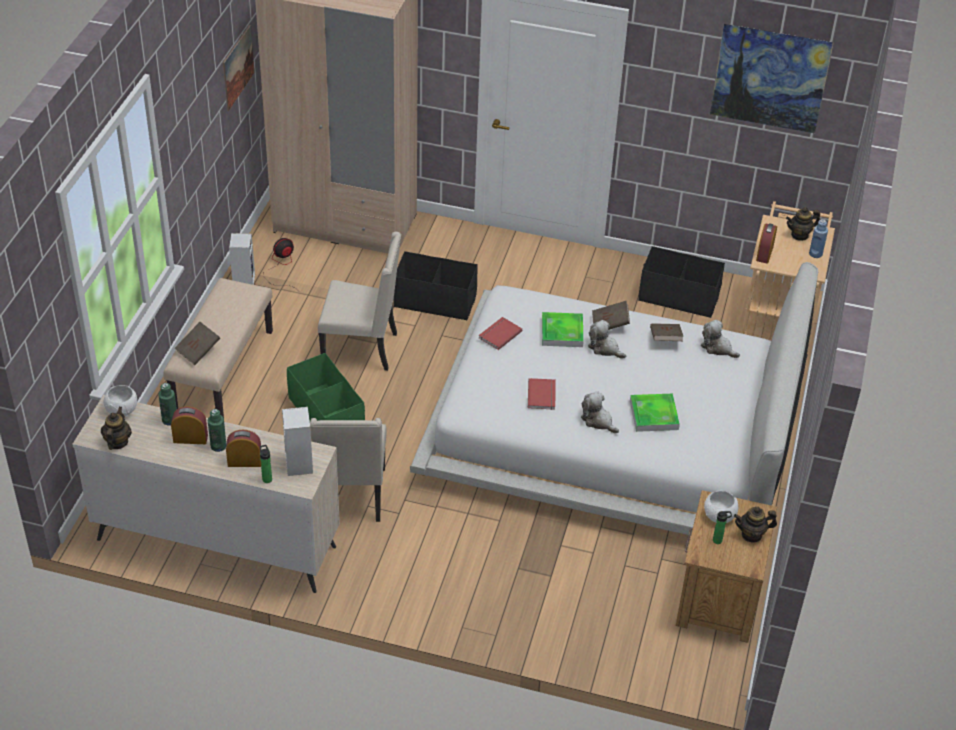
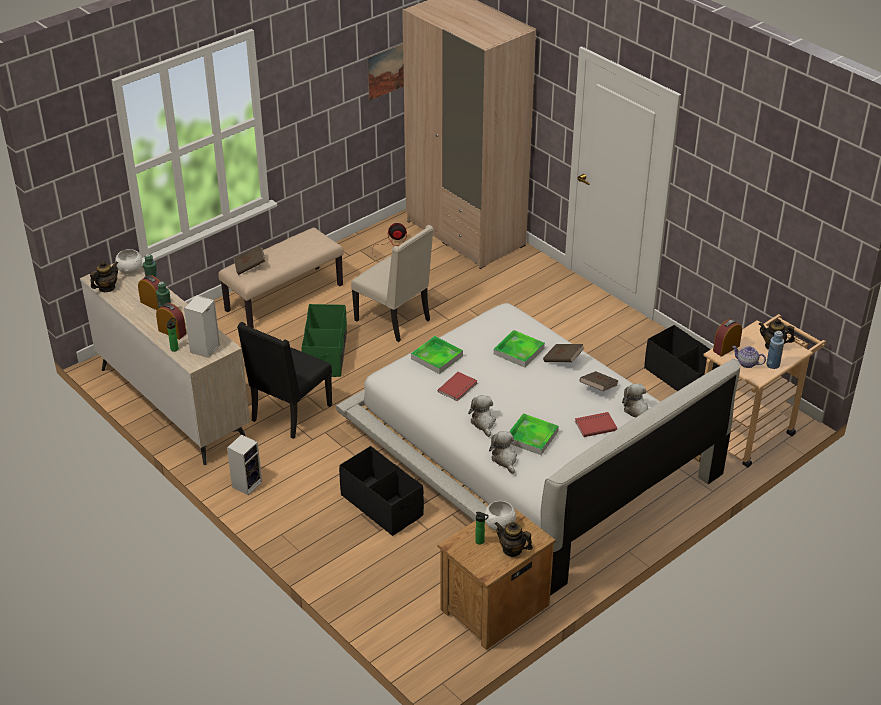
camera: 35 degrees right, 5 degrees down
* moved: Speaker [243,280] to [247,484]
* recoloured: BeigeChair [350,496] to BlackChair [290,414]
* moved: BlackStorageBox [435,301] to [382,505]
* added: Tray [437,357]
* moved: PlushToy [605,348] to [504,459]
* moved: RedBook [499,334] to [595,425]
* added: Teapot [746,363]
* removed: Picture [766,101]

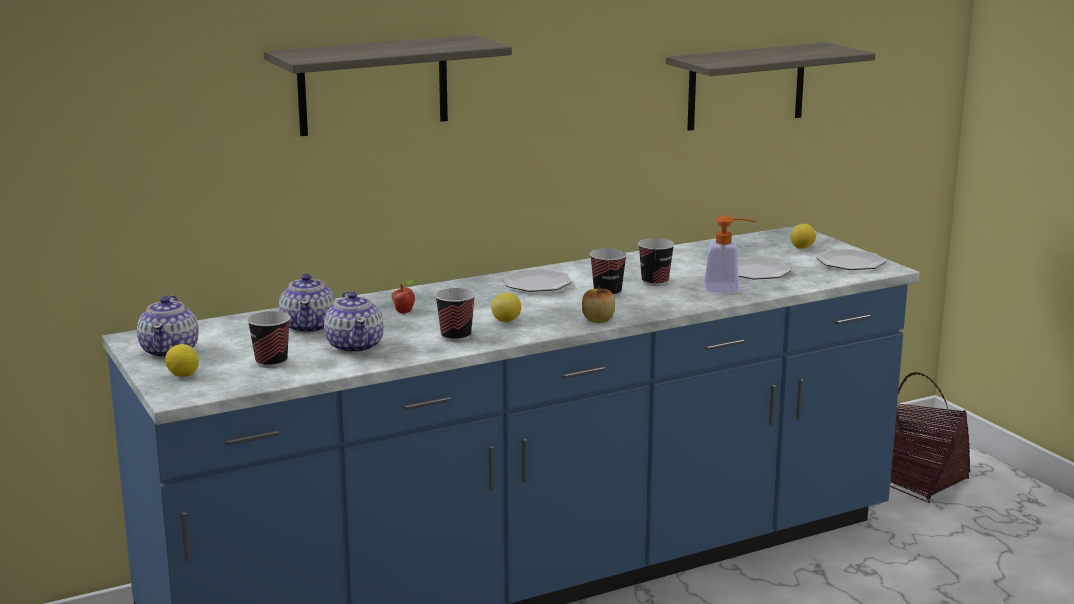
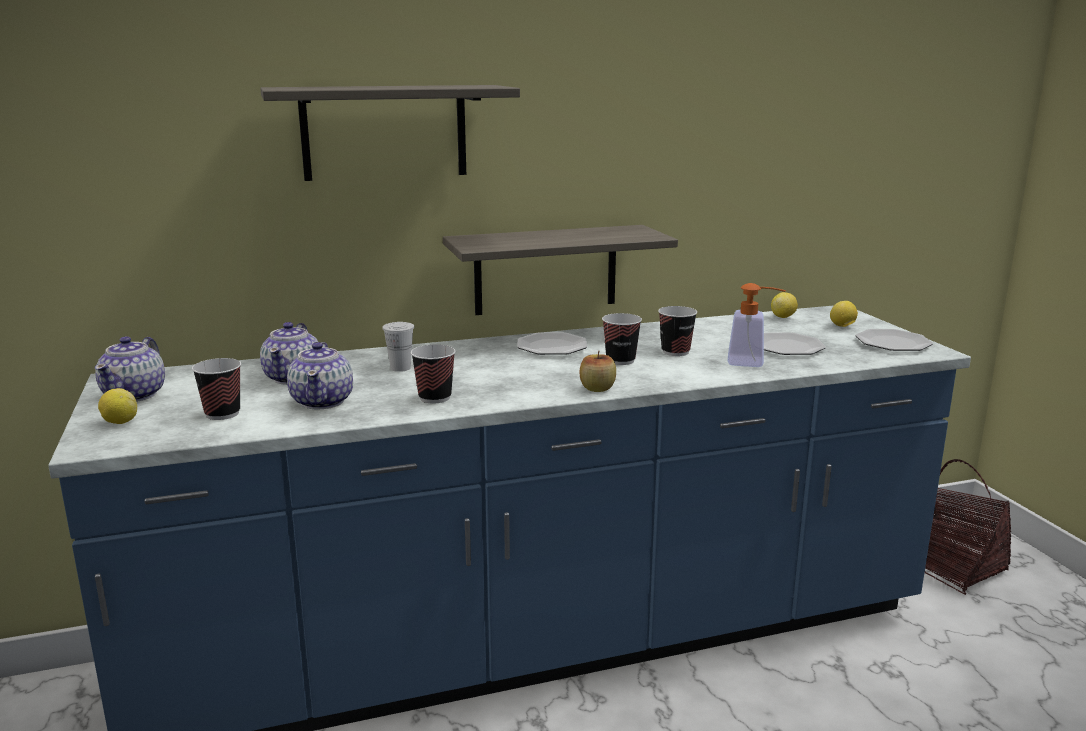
camera: 10 degrees right, 0 degrees up
* replaced: Apple [404,312] to WhiteCup [400,368]
* moved: Shelf [746,86] to [546,269]
* moved: Lemon [506,321] to [783,317]

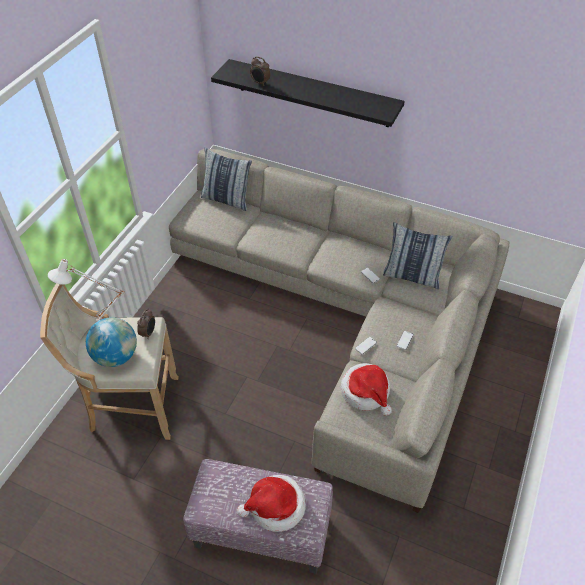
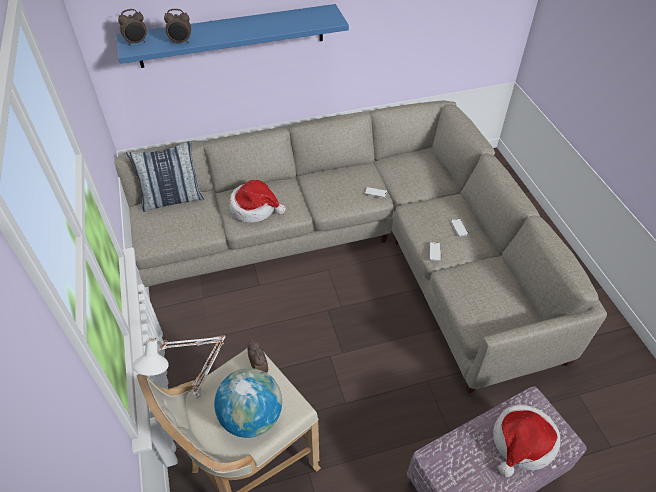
camera: 40 degrees left, 0 degrees up
* recoloured: BlackShelf [313,93] to BlueShelf [232,36]
* added: AlarmClock [137,42]
* moved: Hat [366,392] to [254,208]
* removed: Pillow [412,276]

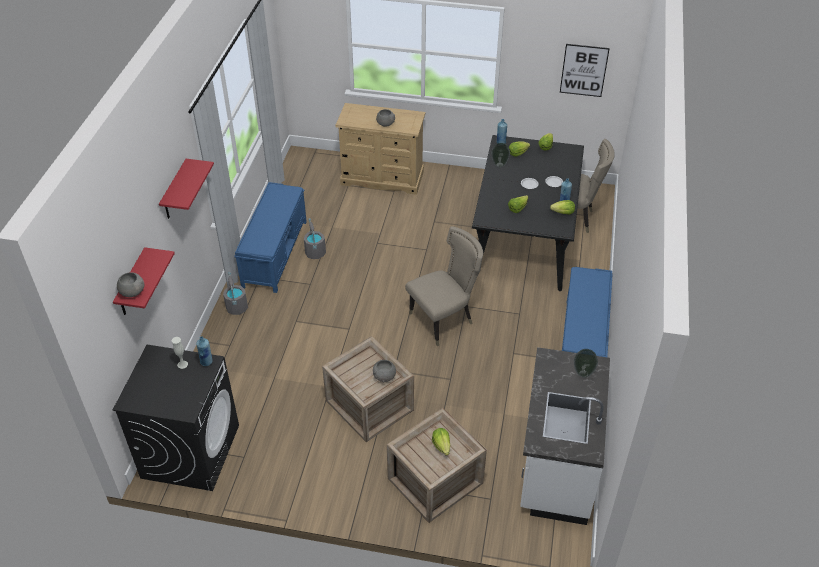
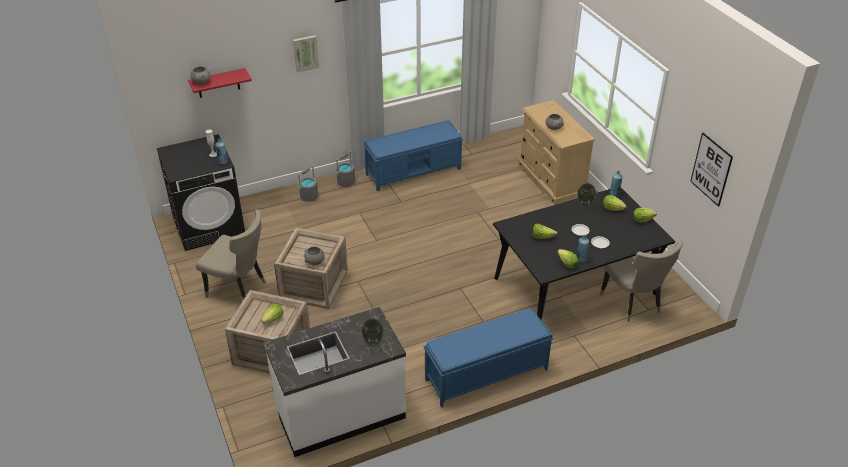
camera: 55 degrees right, 5 degrees down
* moved: BeigeChair [444,320] to [239,288]
* replaced: RedShelf [175,191] to Picture [305,53]
* moved: GreyBucket [315,252] to [309,196]

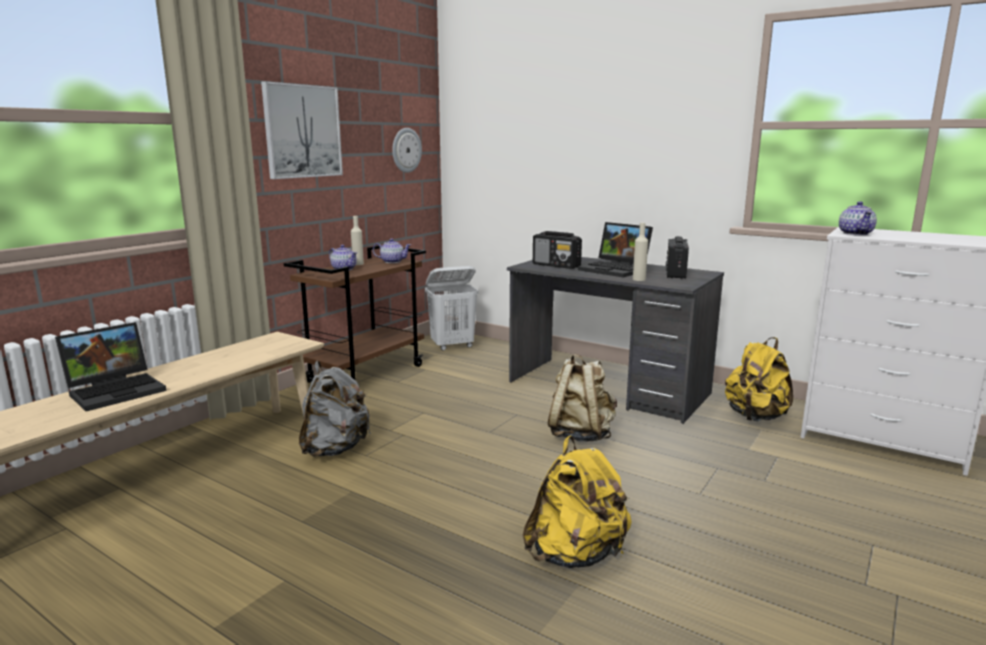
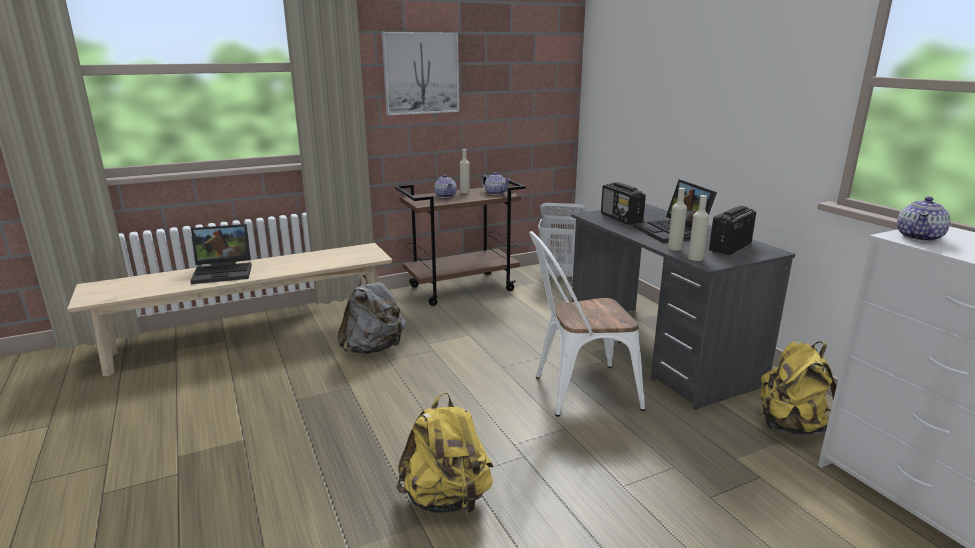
camera: 30 degrees right, 5 degrees up
* replaced: BeigeBackpack [580,434] to WhiteChair [577,392]
* added: BeigeBottle [695,258]
* removed: WallClock [406,150]

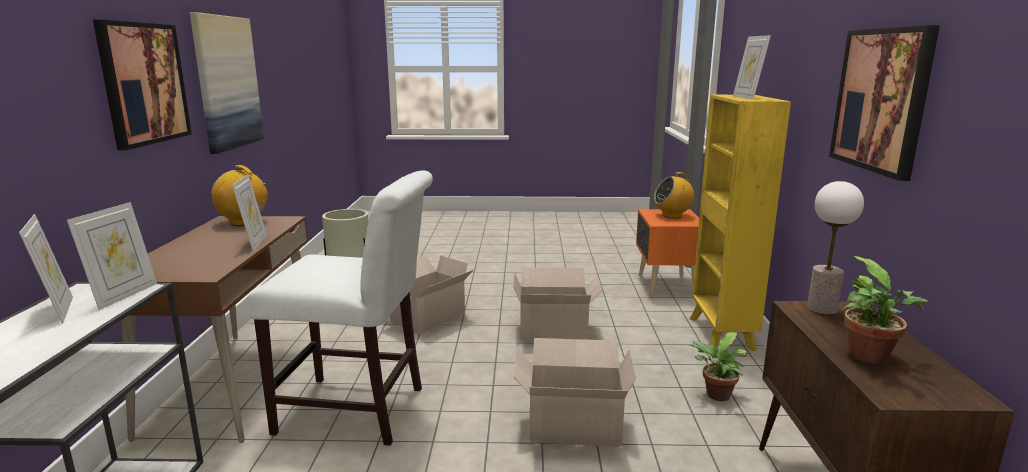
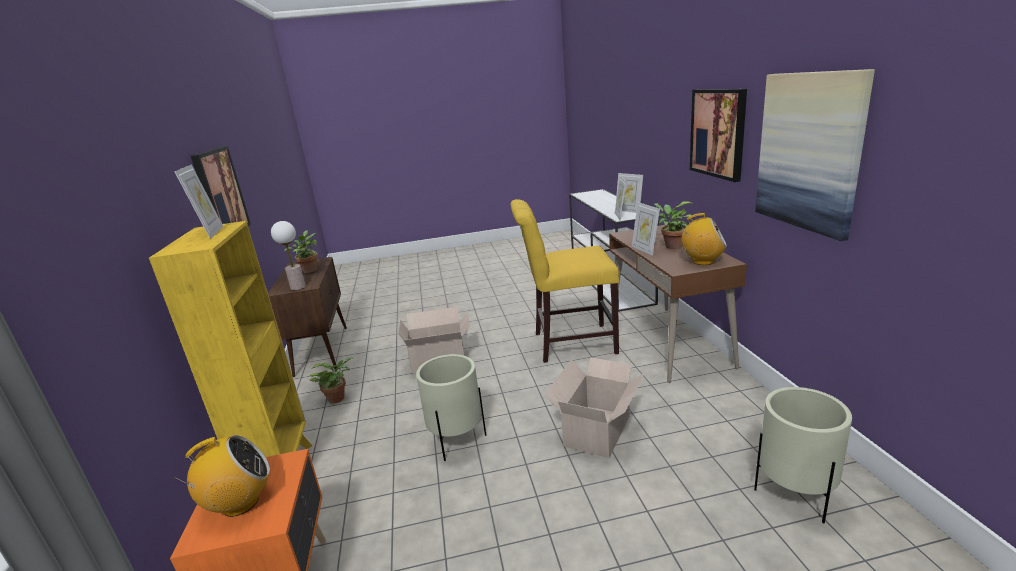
camera: 170 degrees right, 5 degrees up
* replaced: CardboardBox [555,330] to BeigePlanter [457,441]
* recoloured: WhiteChair [359,411] to YellowChair [569,343]
* added: PottedPlant [671,246]

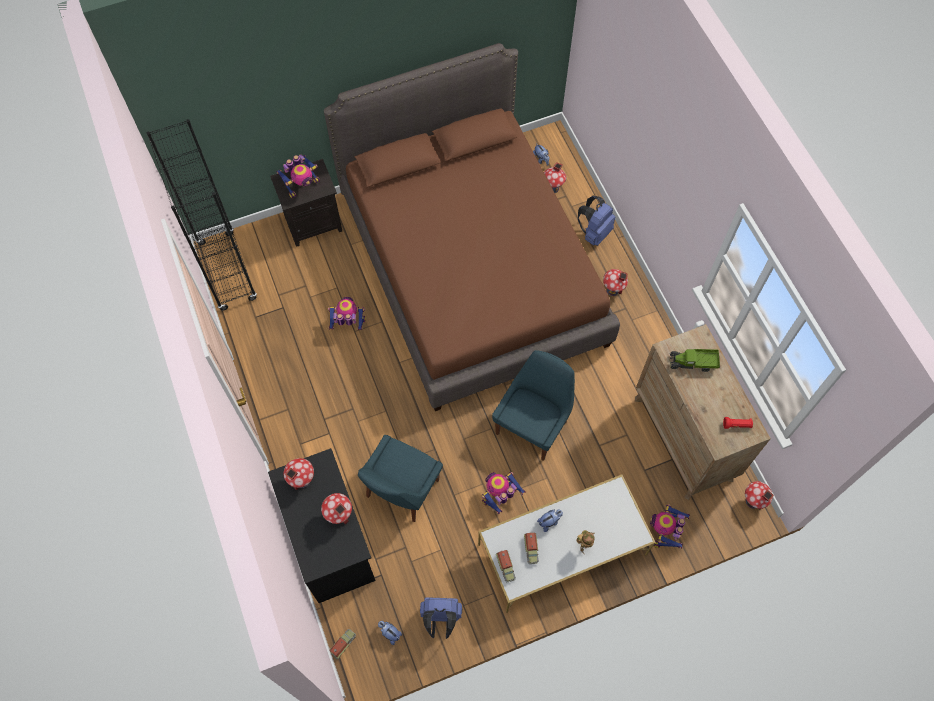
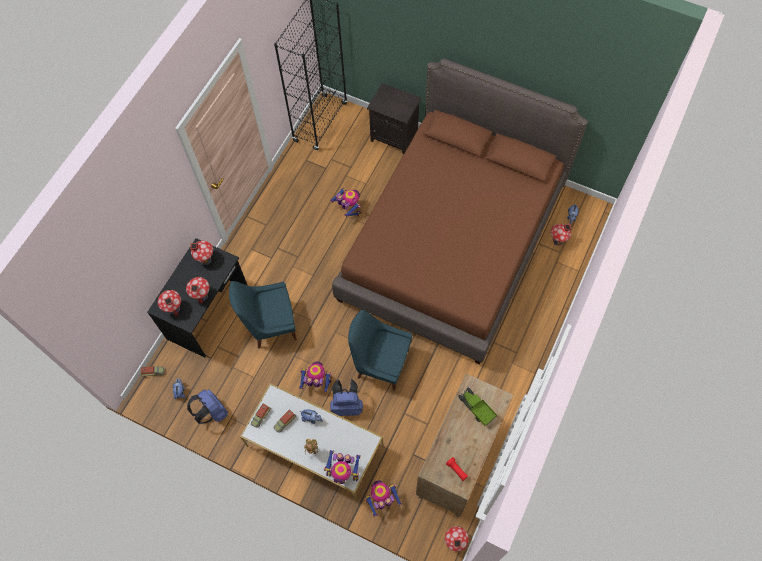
camera: 50 degrees right, 0 degrees up
* moved: ToyHouse [612,290] to [174,308]
* moved: ToyRobot [302,185] to [343,471]
* moved: BlueBackpack [594,233] to [347,405]
* turned: BlueChair [533,425] = [381,363] 150 degrees counterclockwise

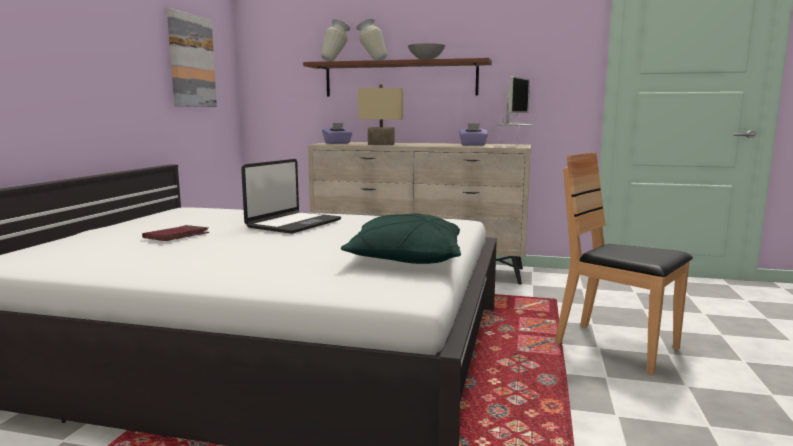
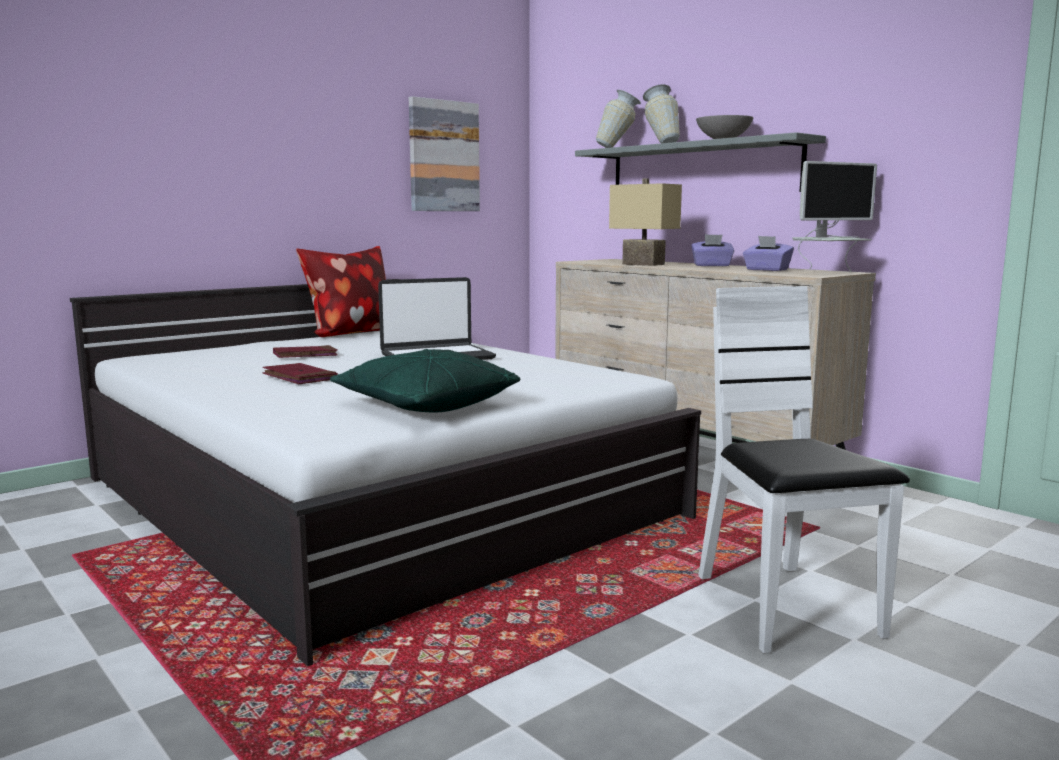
camera: 35 degrees right, 0 degrees up
* added: RedBook [300,378]
* added: Pillow [351,333]
* recoloured: BrownShelf [400,79] to GreyShelf [701,169]
* moved: PurpleTissueBox [337,143] to [712,265]
* recoloured: BrownChair [617,347] to WhiteChair [784,607]

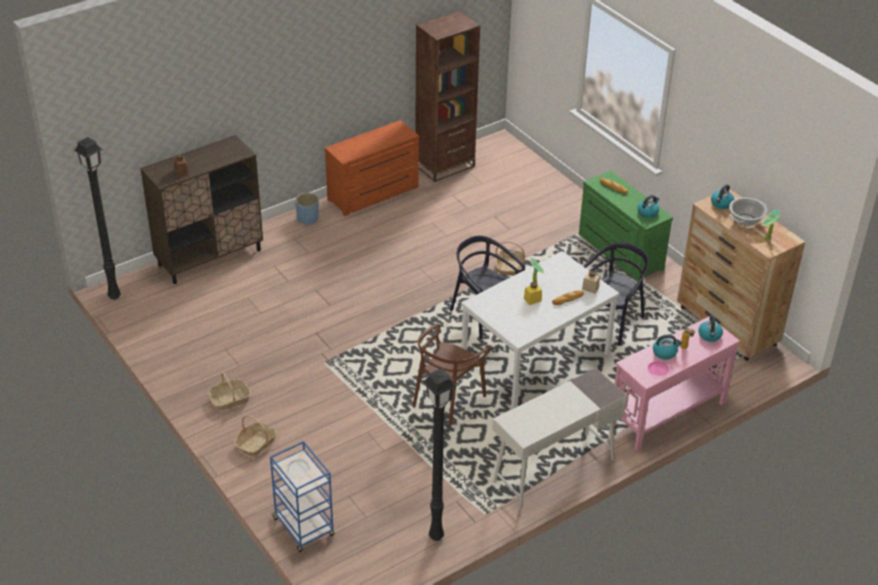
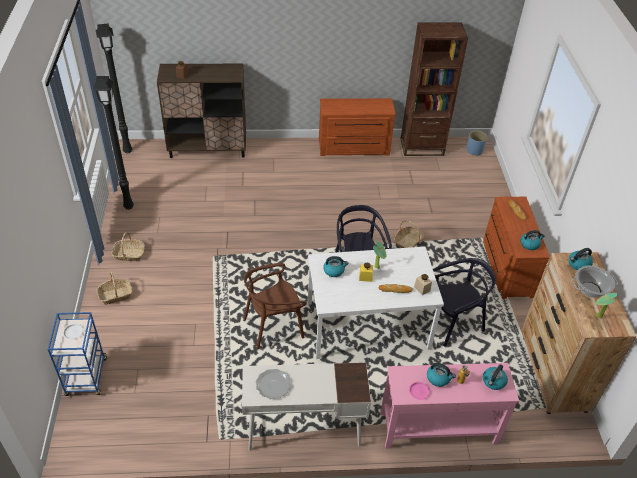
camera: 30 degrees right, 5 degrees up
* moved: BlackFloorLamp [436,537] to [128,207]
* added: Plate [273,385]
* added: Kettle [334,270]
* moved: BluePlanter [308,218] to [474,150]
* recoloured: GreenDresser [618,252] to BrownDresser [505,267]

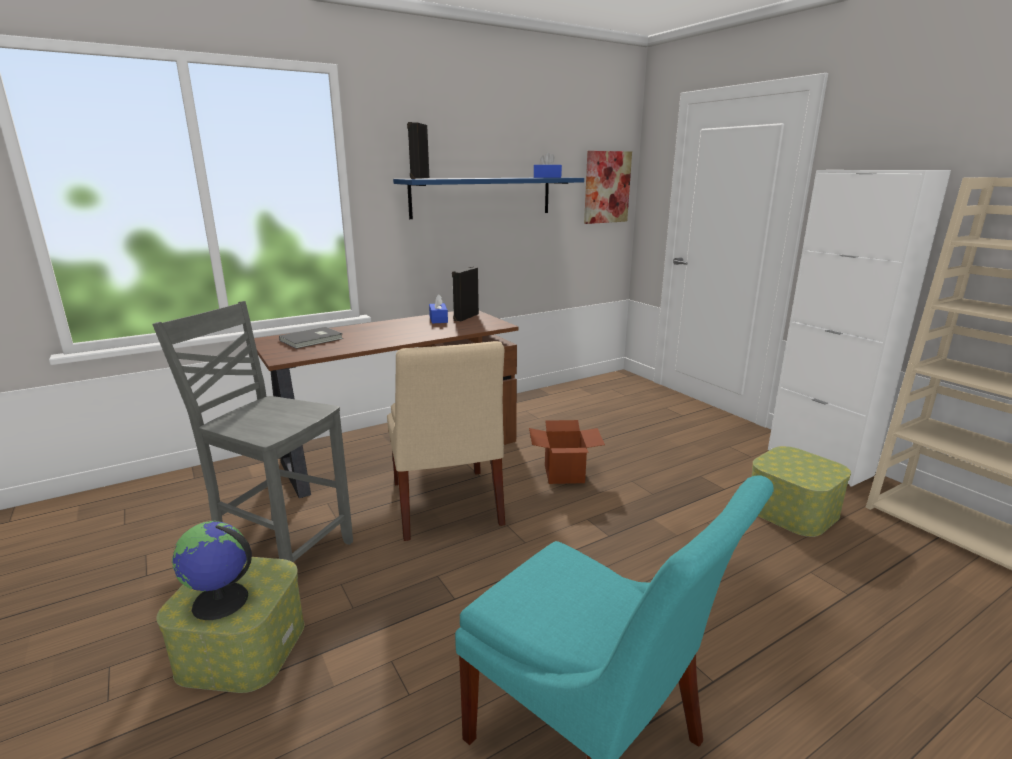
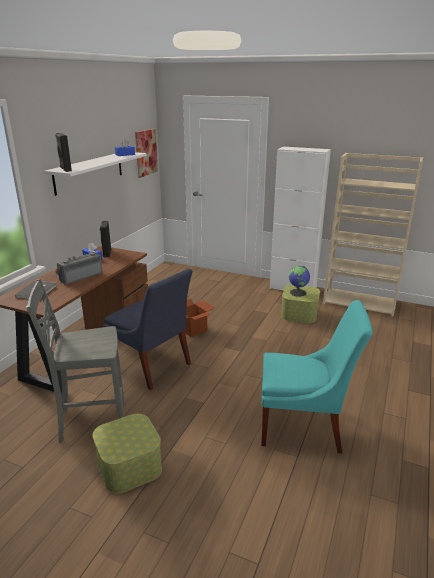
camera: 35 degrees left, 5 degrees up
* recoloured: BlueShelf [482,197] to WhiteShelf [89,172]
* added: Radio [80,276]
* recoloured: BeigeChair [446,506] to BlueChair [152,366]
* moved: Globe [220,602] to [298,293]

